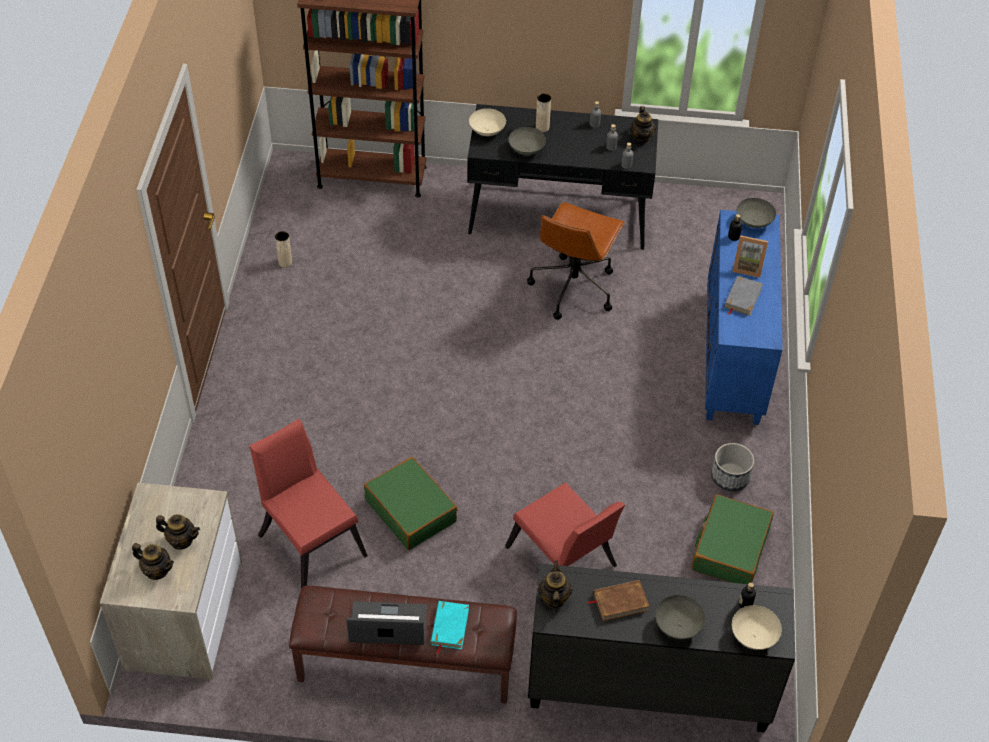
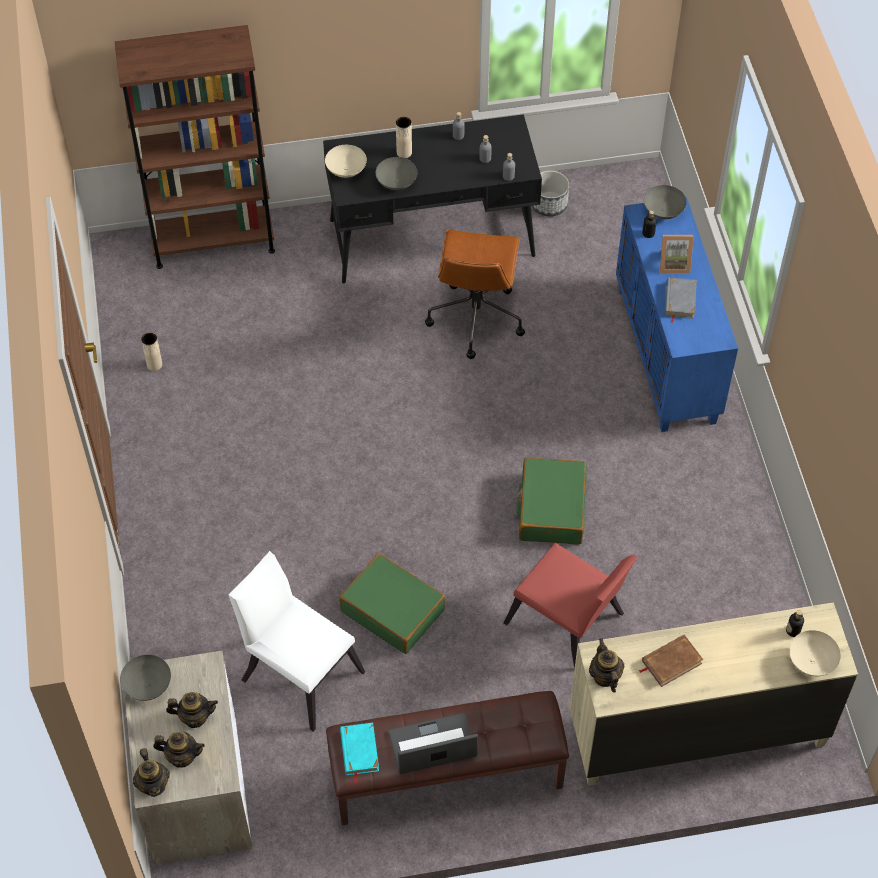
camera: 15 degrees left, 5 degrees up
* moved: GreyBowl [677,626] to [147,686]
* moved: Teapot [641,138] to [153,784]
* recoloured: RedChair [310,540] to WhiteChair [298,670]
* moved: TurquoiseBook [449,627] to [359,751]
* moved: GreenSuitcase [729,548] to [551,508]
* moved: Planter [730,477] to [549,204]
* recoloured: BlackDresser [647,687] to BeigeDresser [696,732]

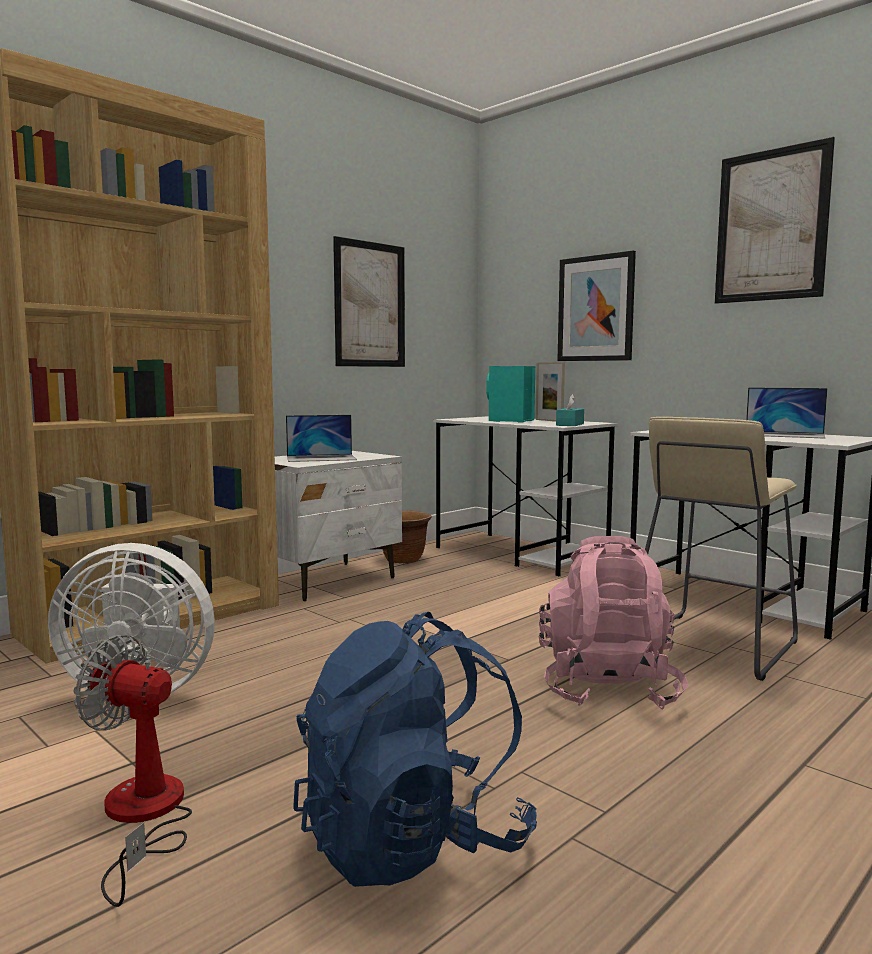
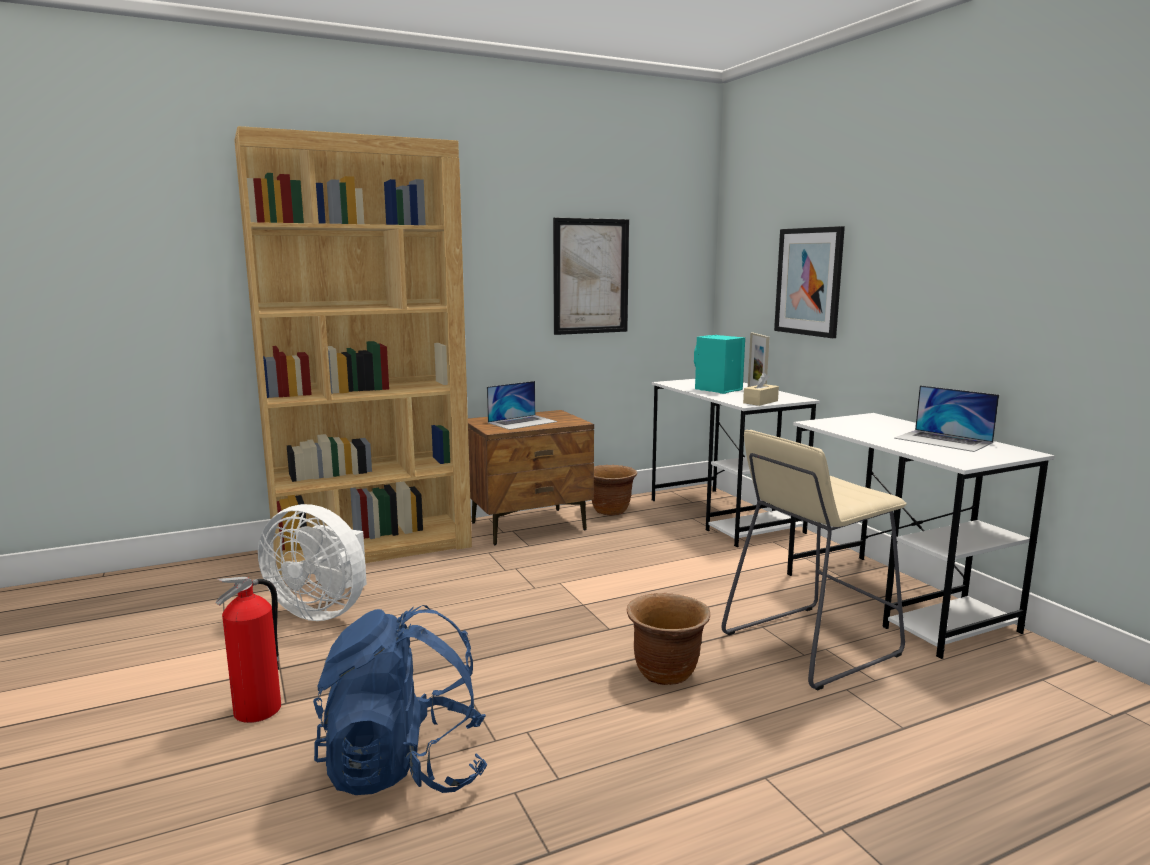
camera: 20 degrees right, 5 degrees up
* replaced: Fan [142,817] to FireExtinguisher [259,710]
* recoloured: WhiteNightstand [328,580] to BrownNightstand [529,526]
* turned: Laptop [321,458] = [522,422] 45 degrees counterclockwise
* replaced: PinkBackpack [607,688] to BrownPlanter [665,672]
* recoloured: TurquoiseTissueBox [570,424] to BeigeTissueBox [760,402]
* removed: Picture [771,225]

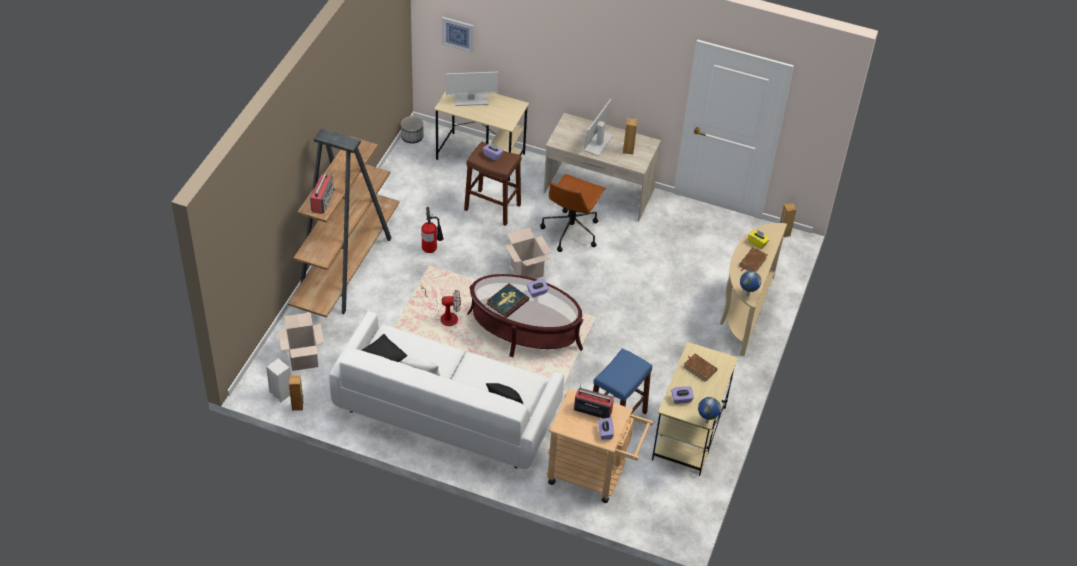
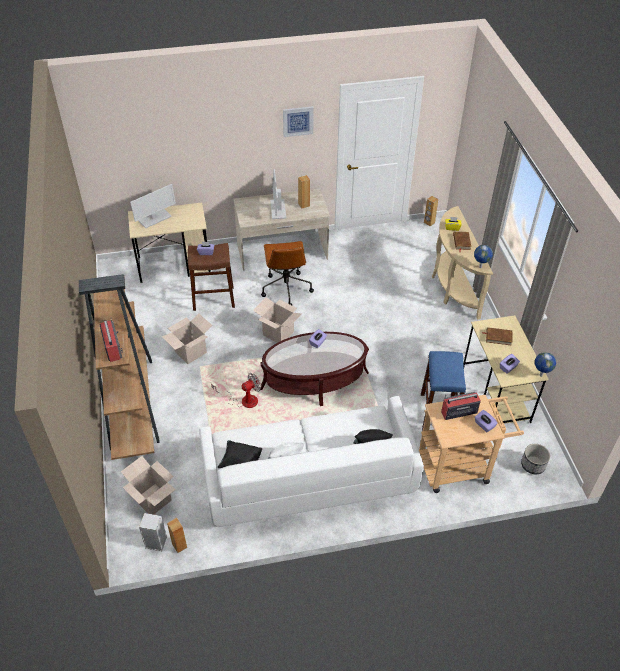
camera: 30 degrees left, 0 degrees up
* replaced: FireExtinguisher [431,248] to CardboardBox [190,352]
* moved: Picture [458,34] to [298,121]
* moved: Planter [412,137] to [533,465]
* removed: Book [507,302]

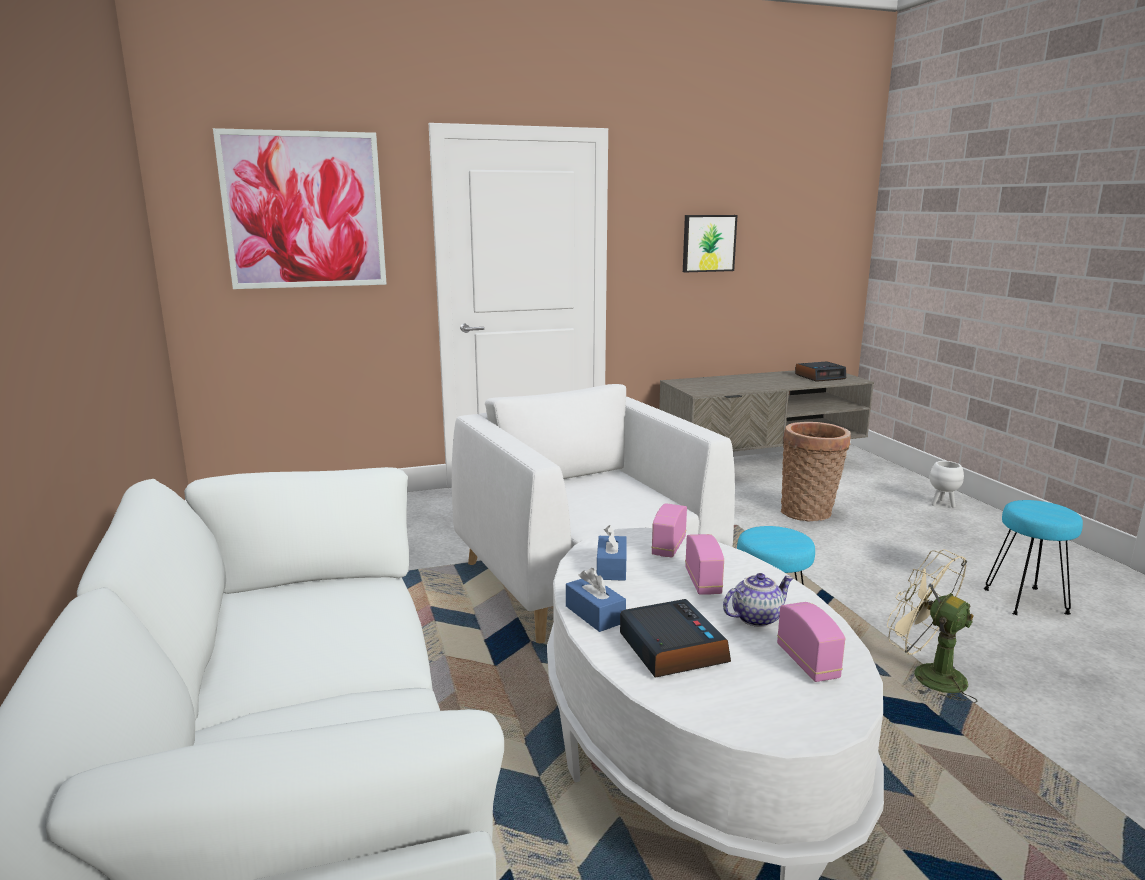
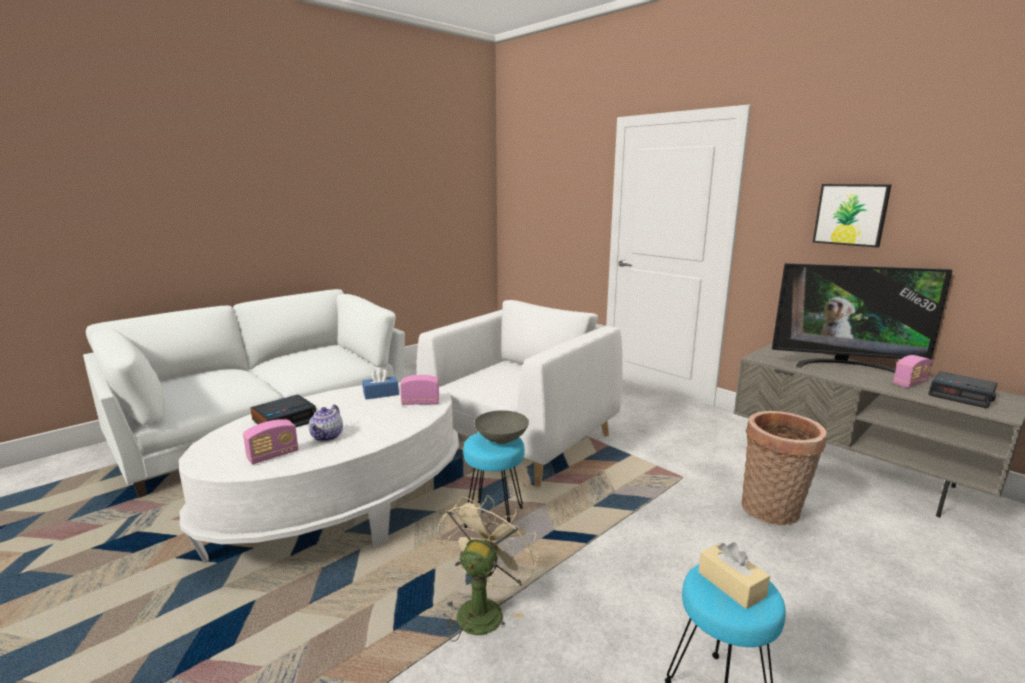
camera: 65 degrees right, 0 degrees up
* turned: Teapot [756,618] = [327,437] 60 degrees clockwise
* added: GreyBowl [502,440]
* added: BeigeTissueBox [731,584]
* added: Television [844,366]
* moved: Radio [703,582] to [910,383]
* removed: Picture [304,210]
* removed: BlueTissueBox [595,614]
* removed: WhitePlanter [942,504]

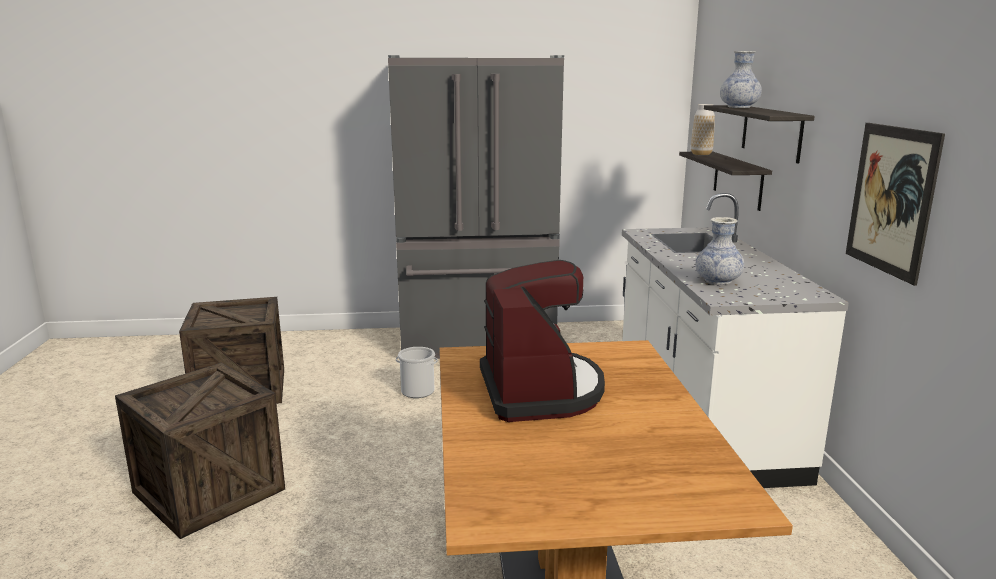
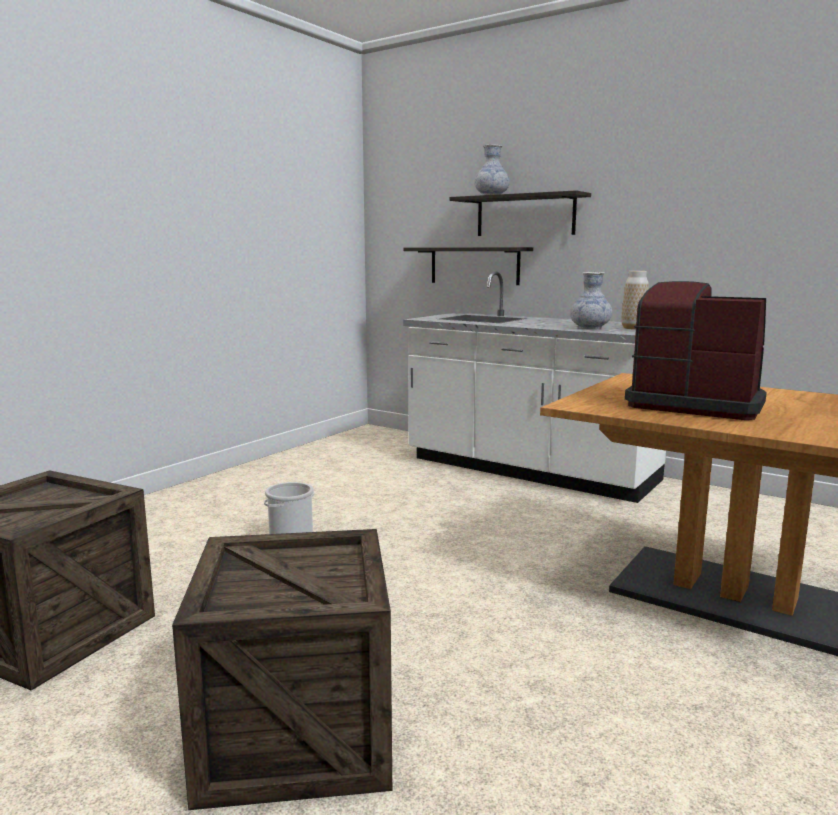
camera: 50 degrees left, 5 degrees down
* moved: Vase [701,154] to [633,328]
* removed: GreyFridge [477,343]
* removed: Picture [891,200]

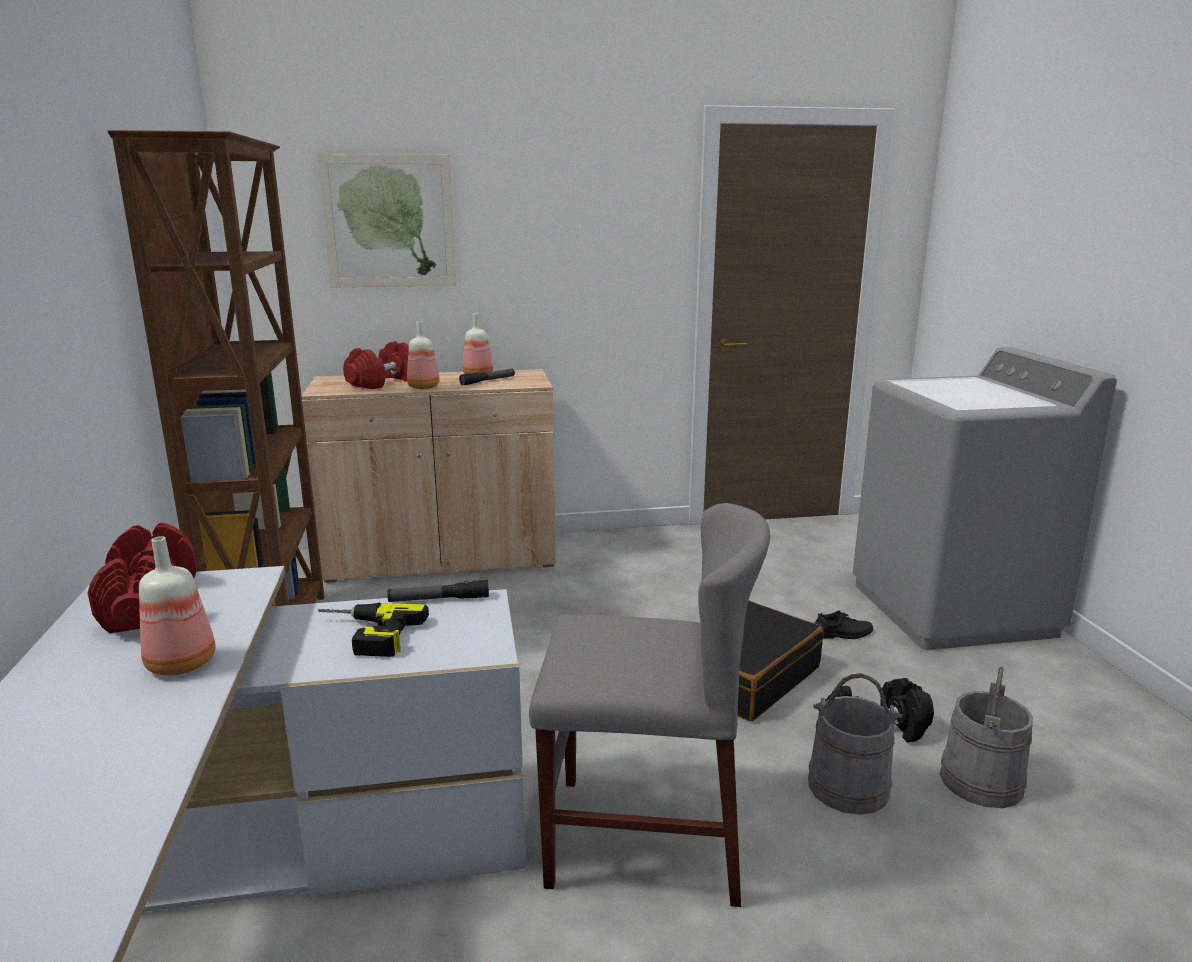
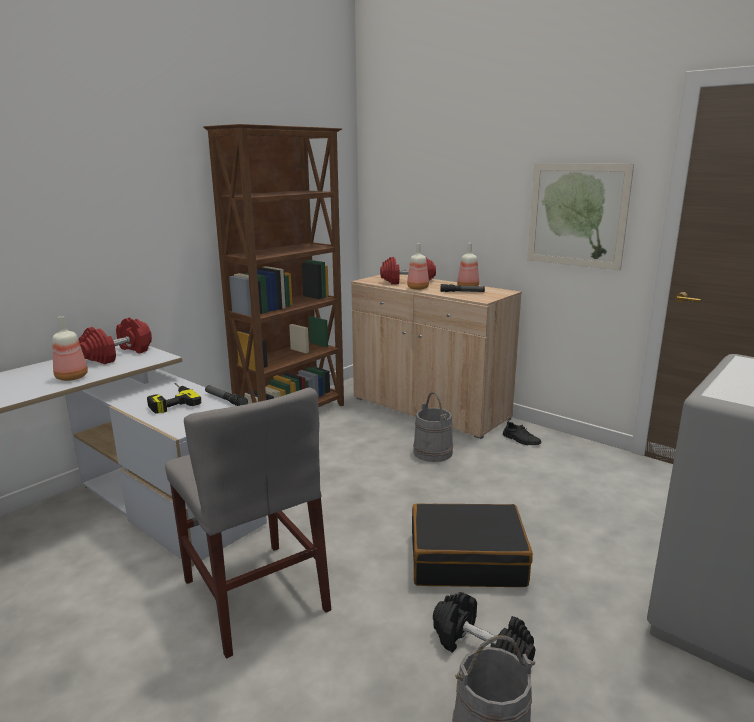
camera: 50 degrees right, 0 degrees up
* moved: GreyBucket [848,786] to [433,452]
* moved: BlackShoe [842,633] to [521,440]
* moved: Picture [389,221] to [577,215]

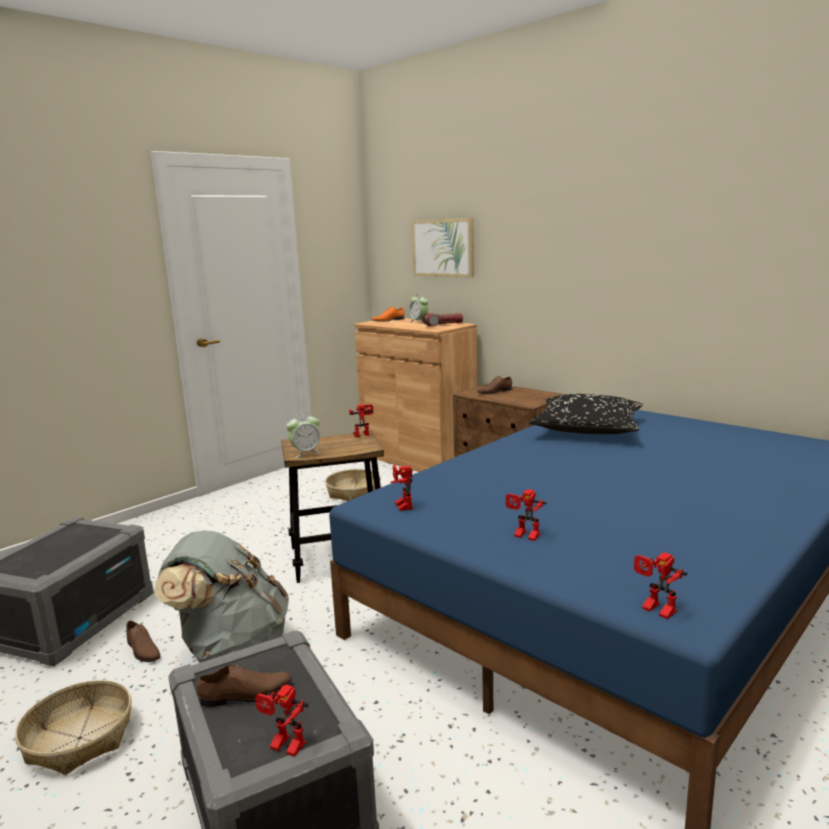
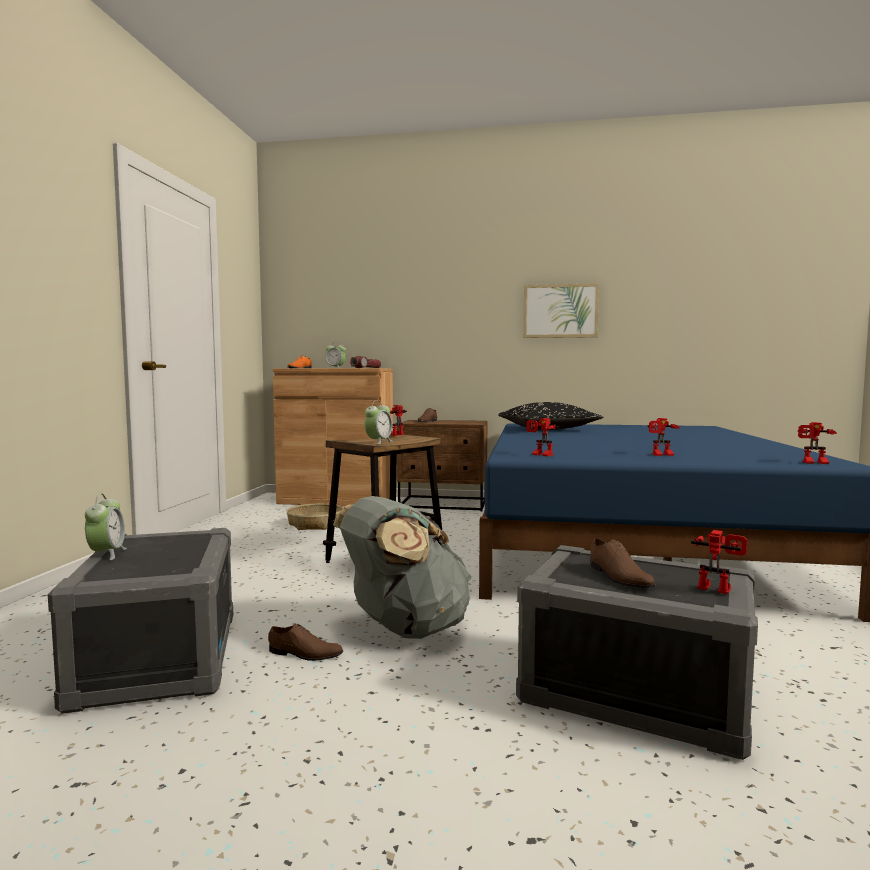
camera: 35 degrees left, 10 degrees down
* added: AlarmClock [107,554]
* moved: Picture [443,248] to [560,311]
* turned: BrownShoe [246,694] = [618,576] 120 degrees clockwise
* turned: ToyRobot [283,747] = [717,587] 135 degrees counterclockwise
* removed: Basket [79,738]

